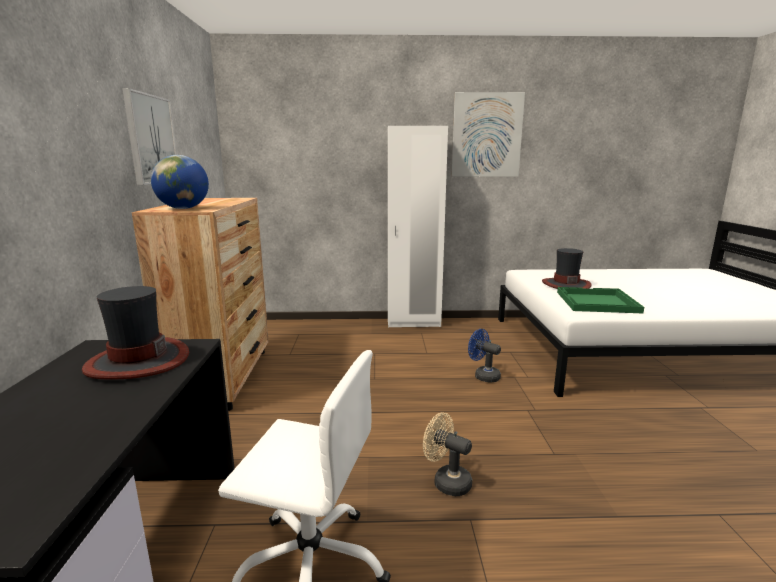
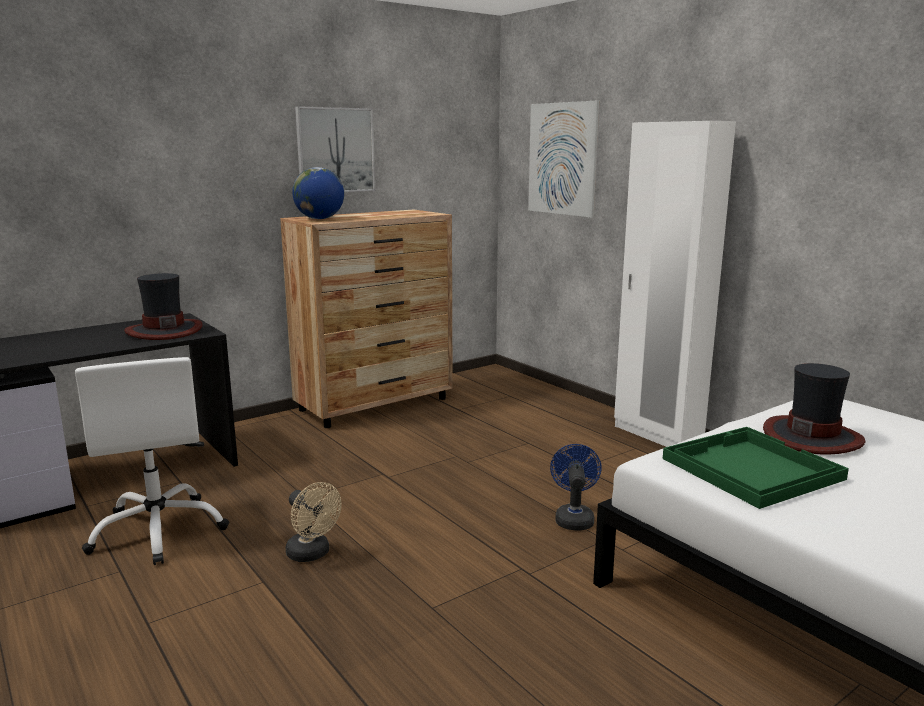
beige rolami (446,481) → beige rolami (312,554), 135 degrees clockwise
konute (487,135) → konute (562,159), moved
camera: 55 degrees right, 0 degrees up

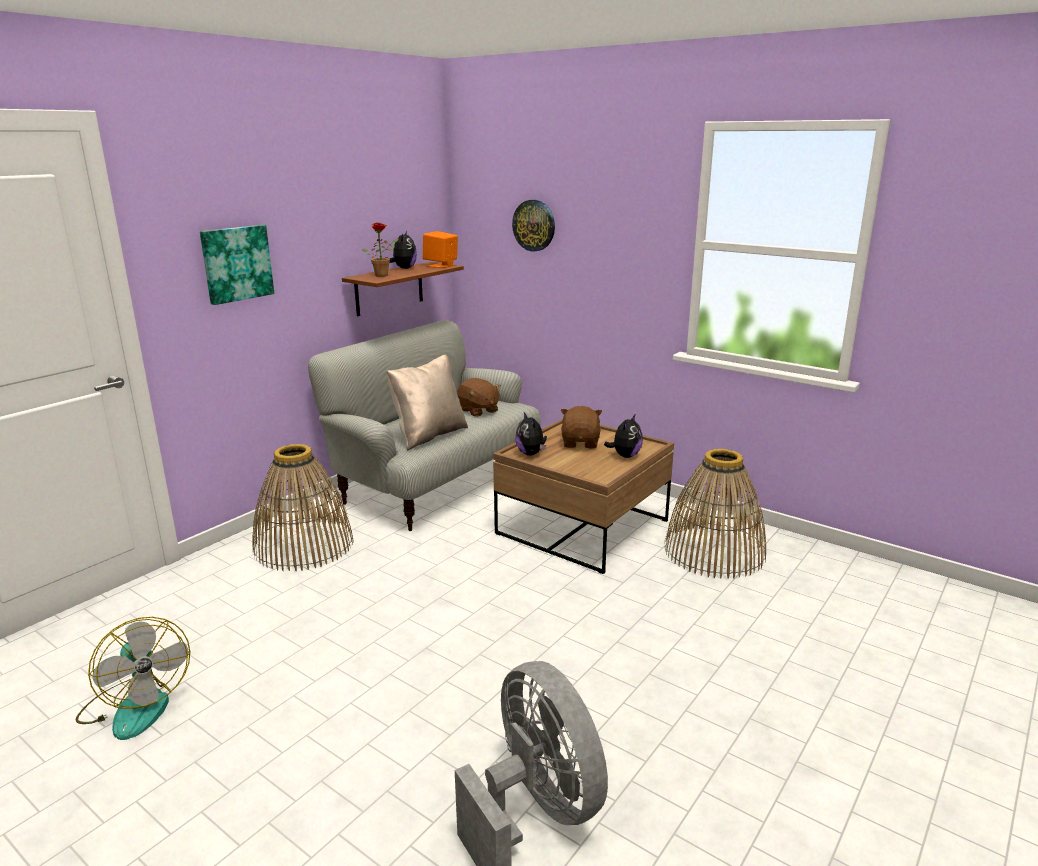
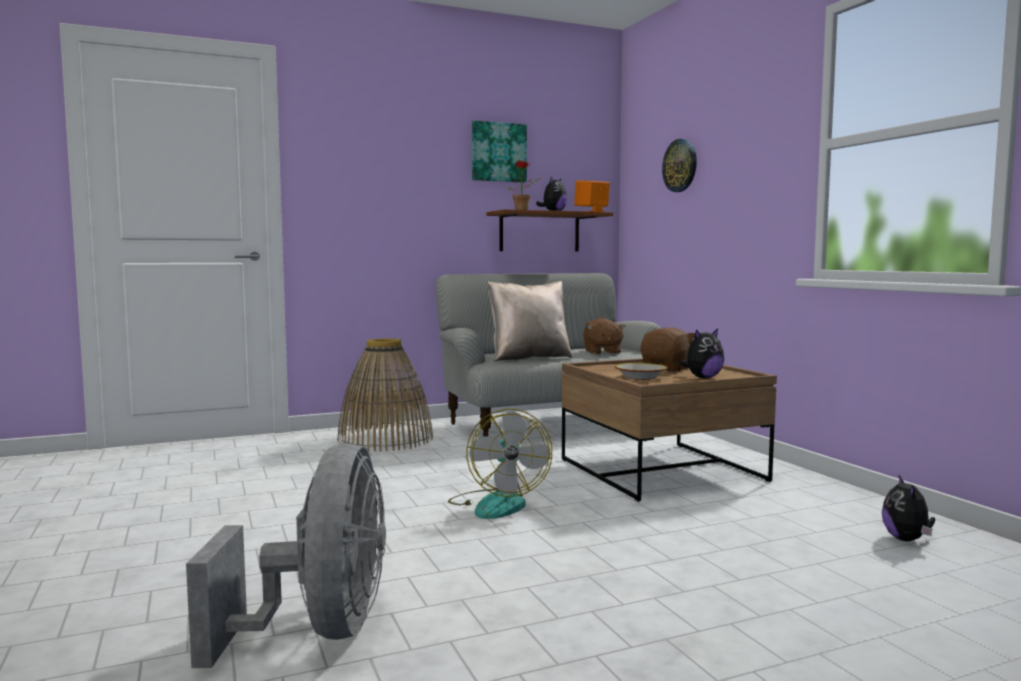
rolami (136,706) → rolami (497,503), moved
konute (236,263) → konute (498,152), moved
- → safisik (640,377)
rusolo (531,454) → rusolo (907,539), moved
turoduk (714,552) → -
camera: 30 degrees right, 15 degrees down

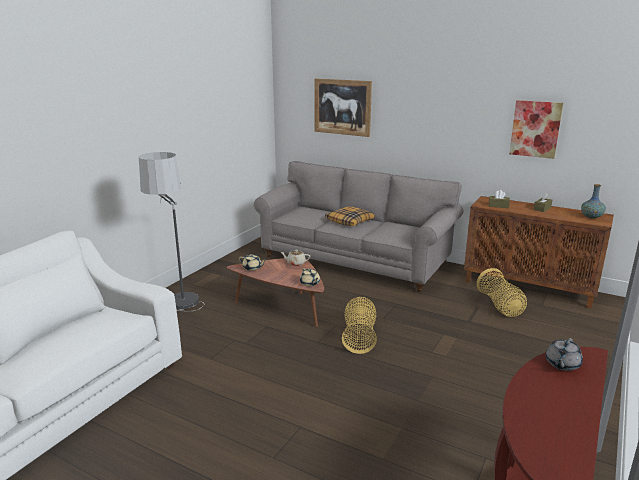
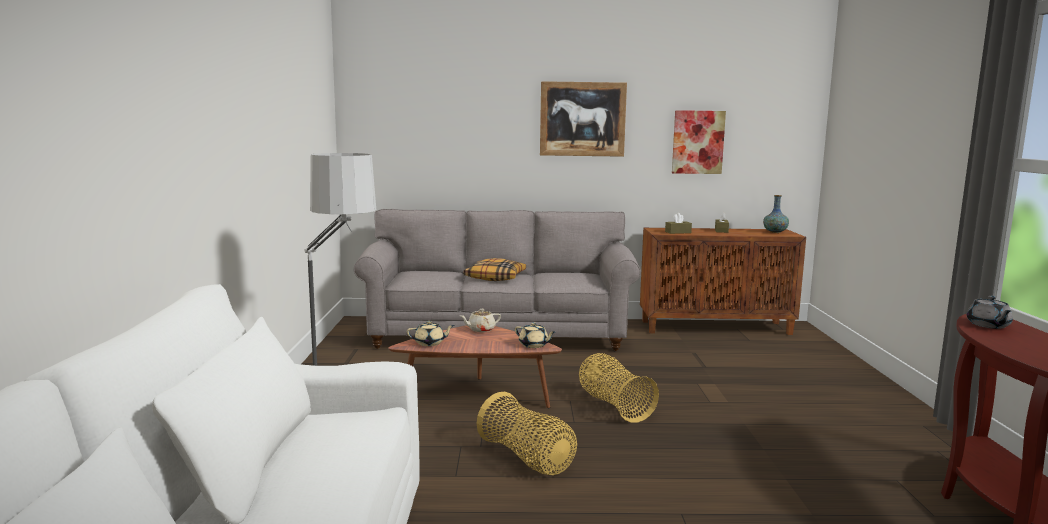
turoduk (500,306) → turoduk (527,459), moved
konute (342,107) → konute (582,119), moved
camera: 30 degrees left, 10 degrees down

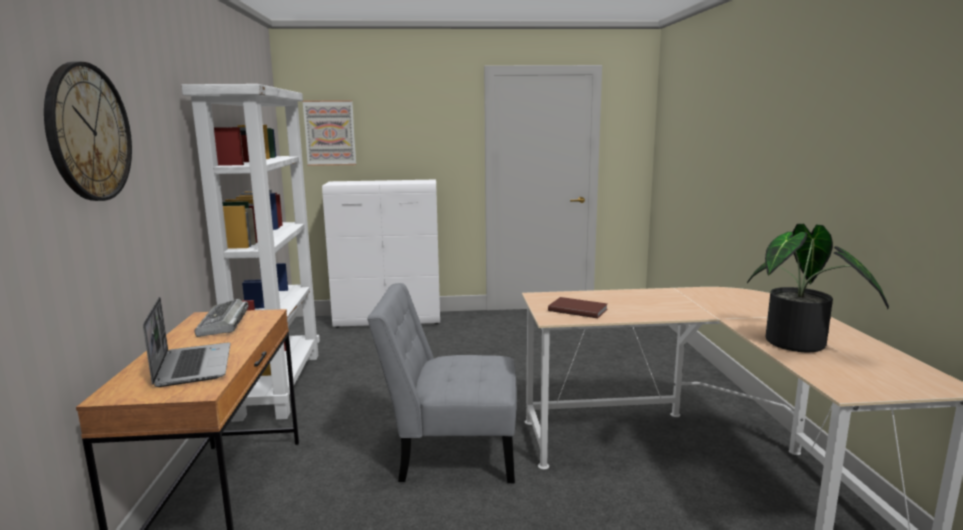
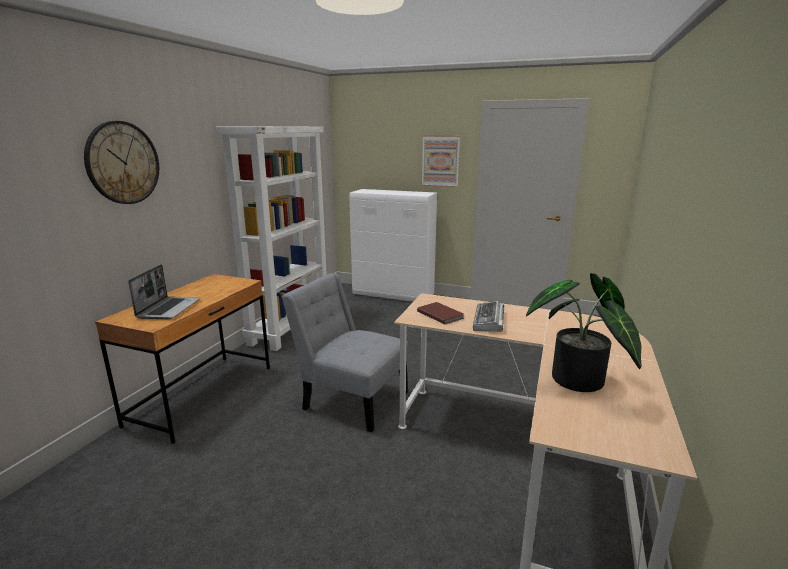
konute (330,133) → konute (440,161), moved
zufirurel (223,324) → zufirurel (489,321), moved
camera: 25 degrees right, 5 degrees up

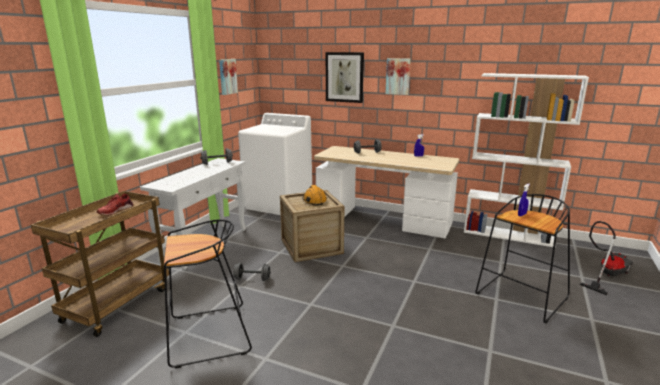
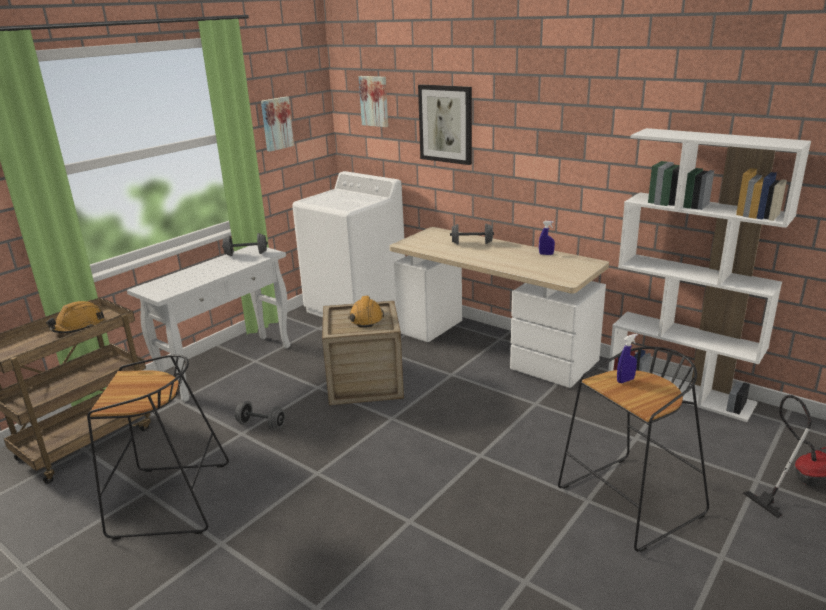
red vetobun (115,210) → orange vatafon (78,326)
konute (398,76) → konute (375,101), moved
camera: 15 degrees right, 5 degrees up

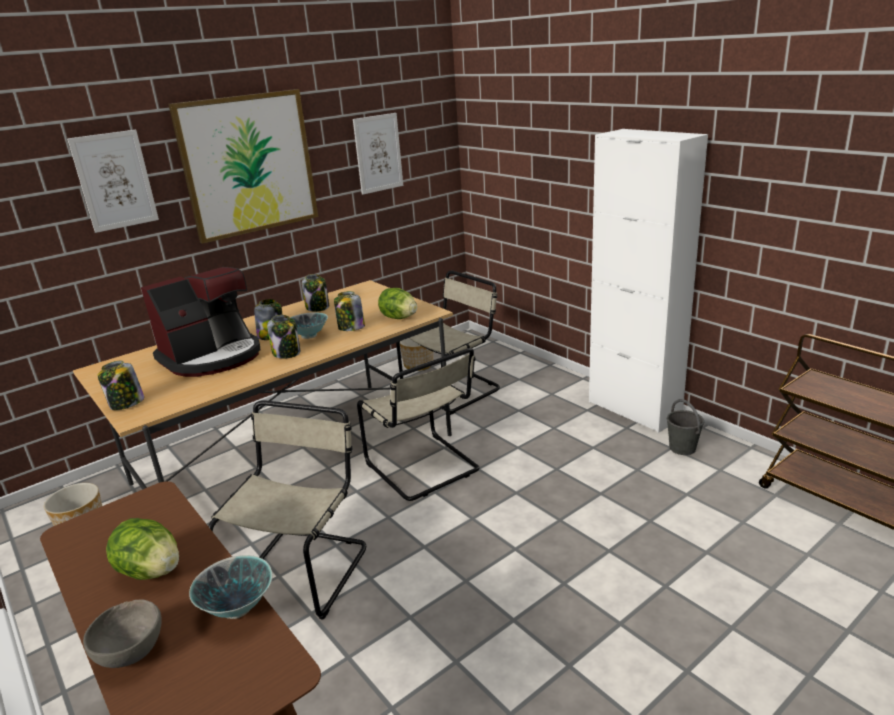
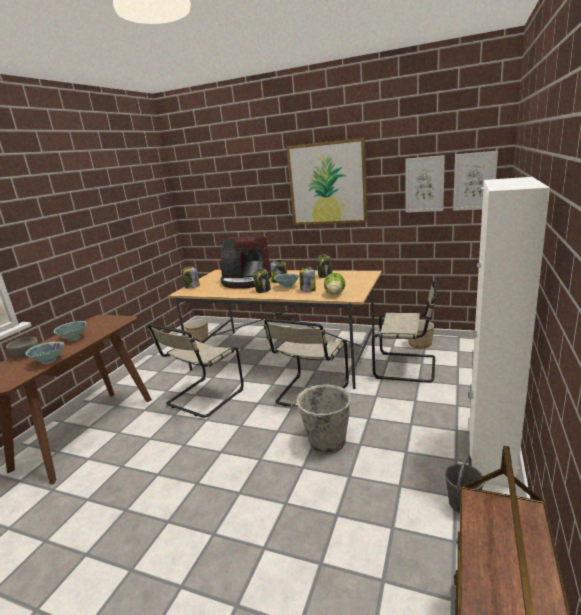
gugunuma (151,571) → safisik (74,339)
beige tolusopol (303,568) → beige tolusopol (203,398), 135 degrees clockwise
- → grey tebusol (325,442)
konute (115,181) → konute (474,181), moved
camera: 60 degrees right, 5 degrees down

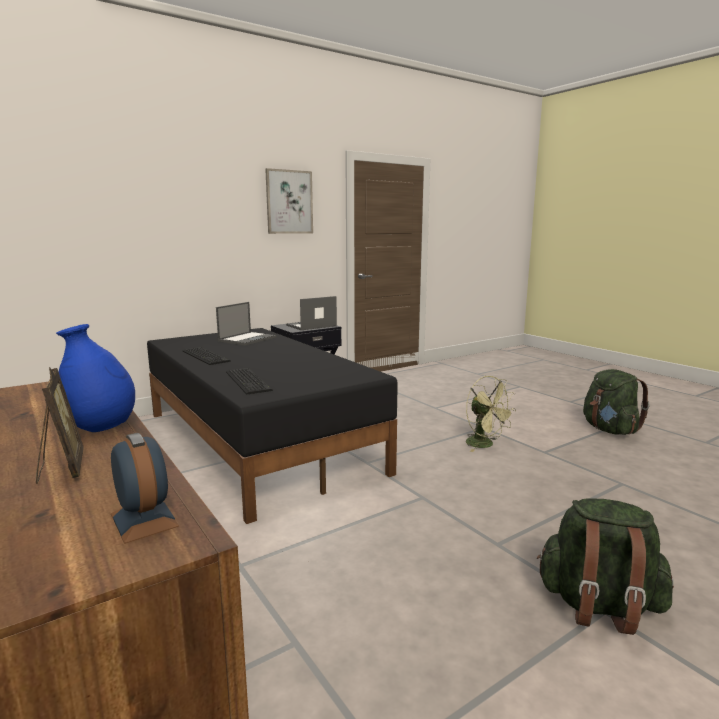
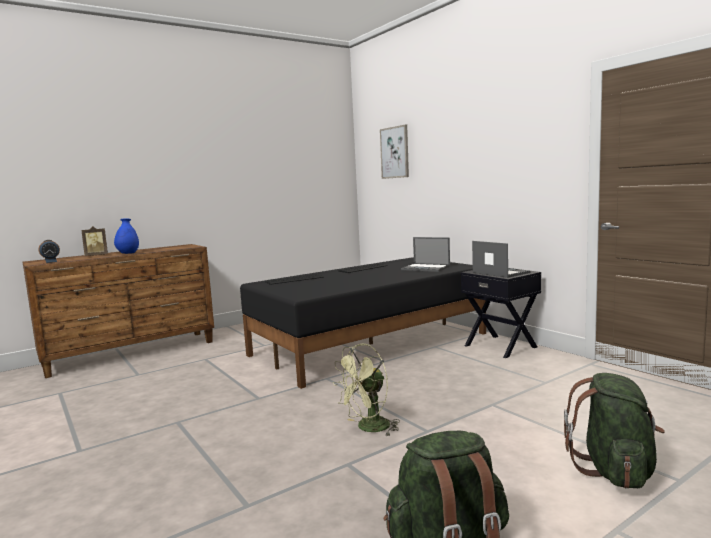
konute (289,202) → konute (395,152), moved
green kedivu (599,606) → green kedivu (614,470), moved
camera: 90 degrees right, 5 degrees down

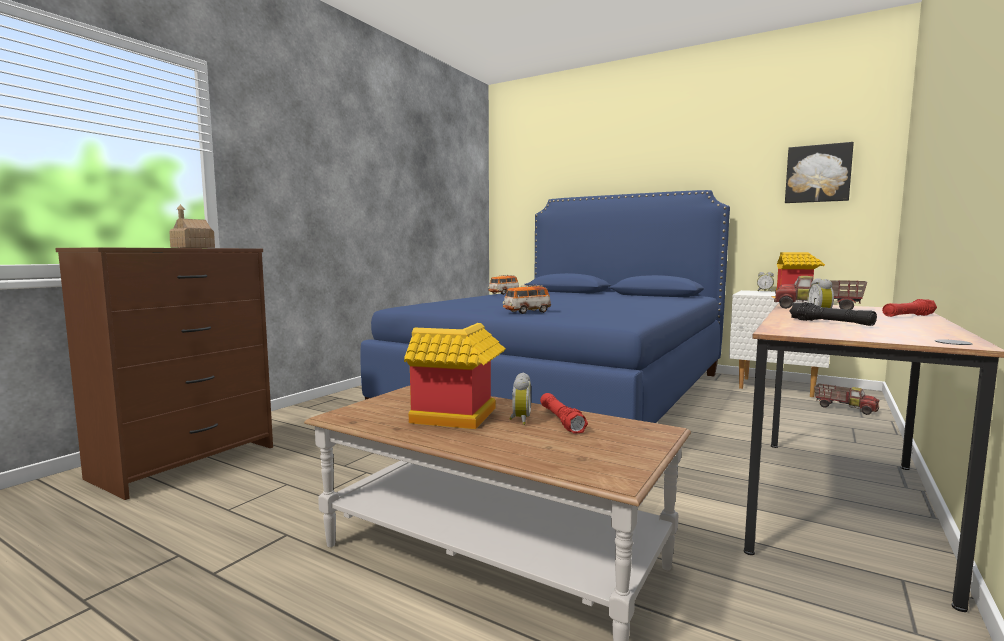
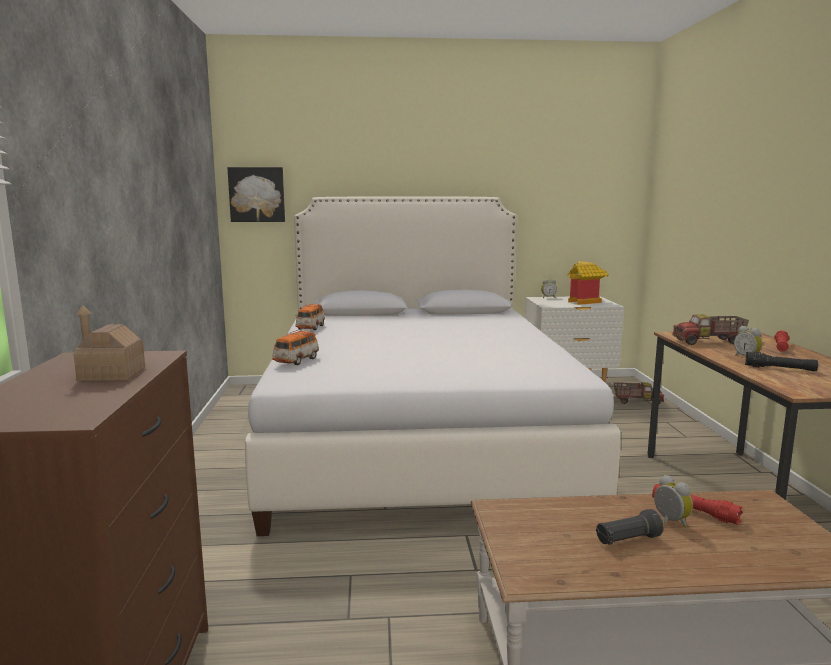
konute (818,174) → konute (257,194), moved
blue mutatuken (567,392) → white mutatuken (416,436)
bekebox (526,312) → bekebox (296,361), moved
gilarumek (456,419) → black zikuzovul (627,540)
camera: 35 degrees left, 5 degrees up

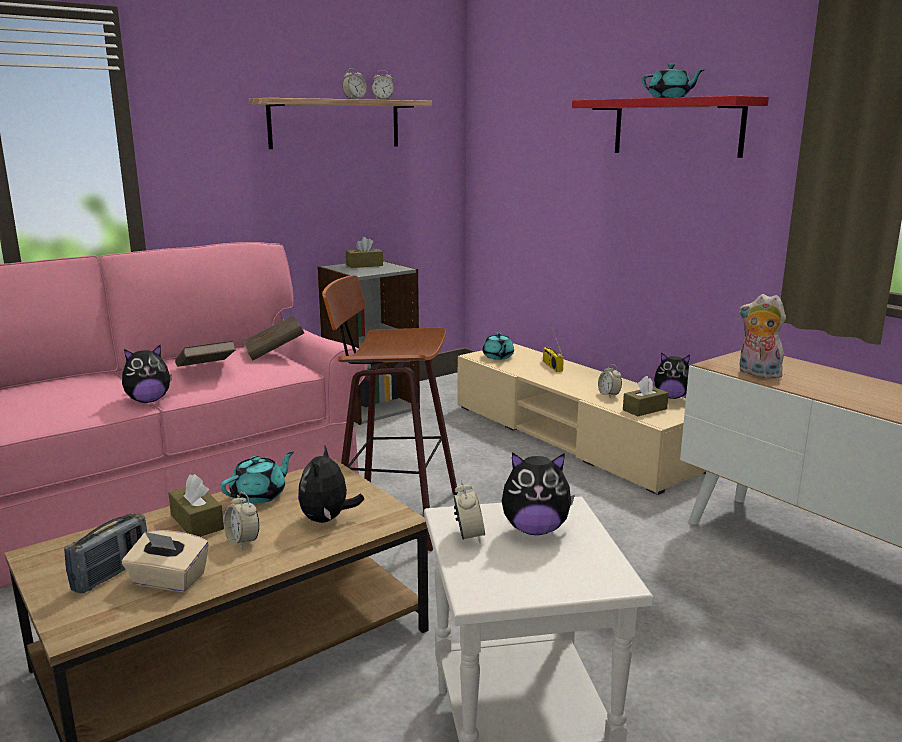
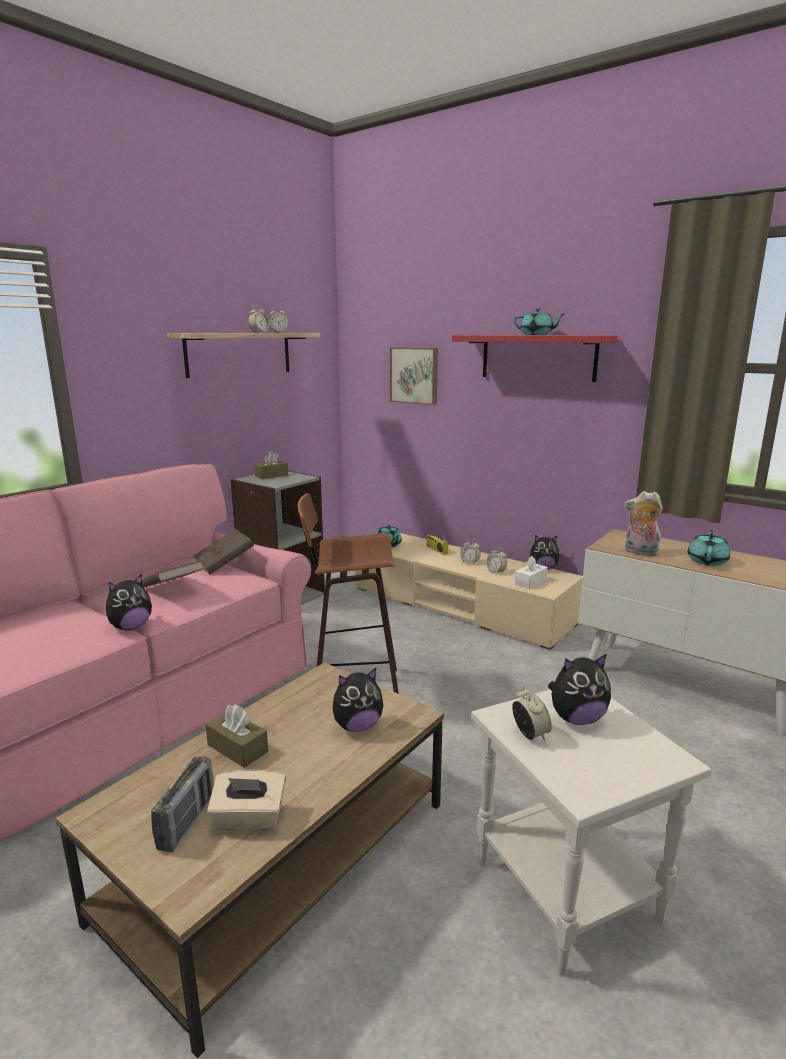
rusolo (327,519) → rusolo (357,726), 105 degrees counterclockwise
- → konute (415,375)
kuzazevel (243,541) → kuzazevel (470,562), moved
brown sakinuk (644,409) → white sakinuk (530,582)
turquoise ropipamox (260,495) → turquoise ropipamox (707,561), moved
camera: 15 degrees left, 0 degrees up

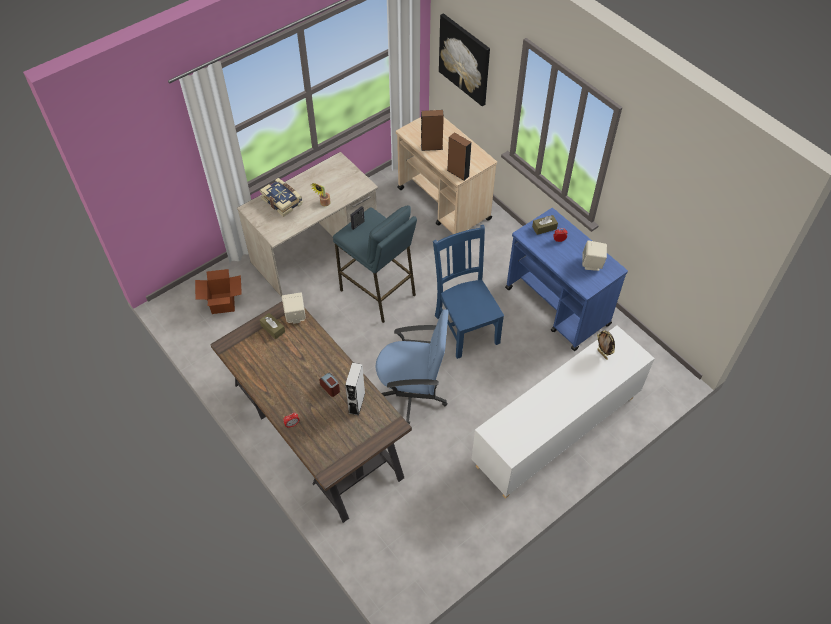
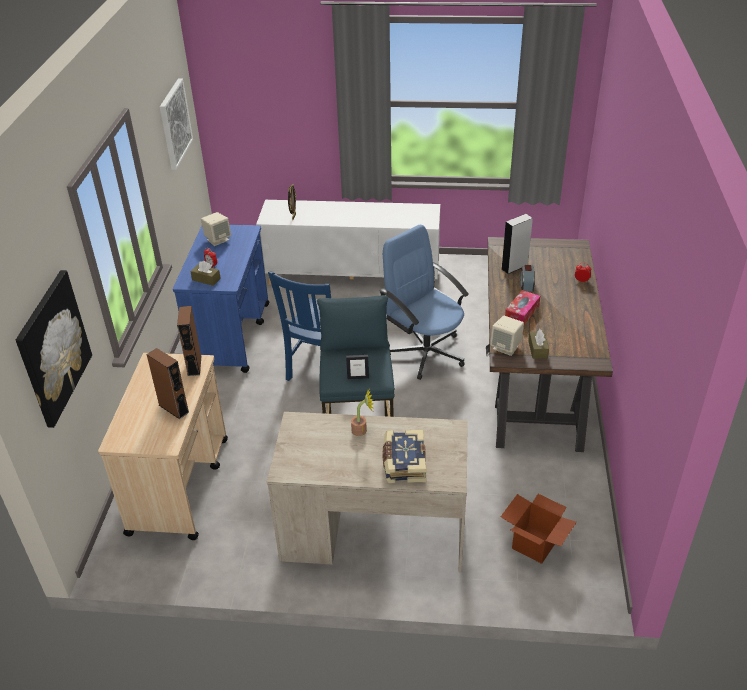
- → konute (174,123)
- → sakinuk (522,313)
camera: 135 degrees left, 15 degrees down

